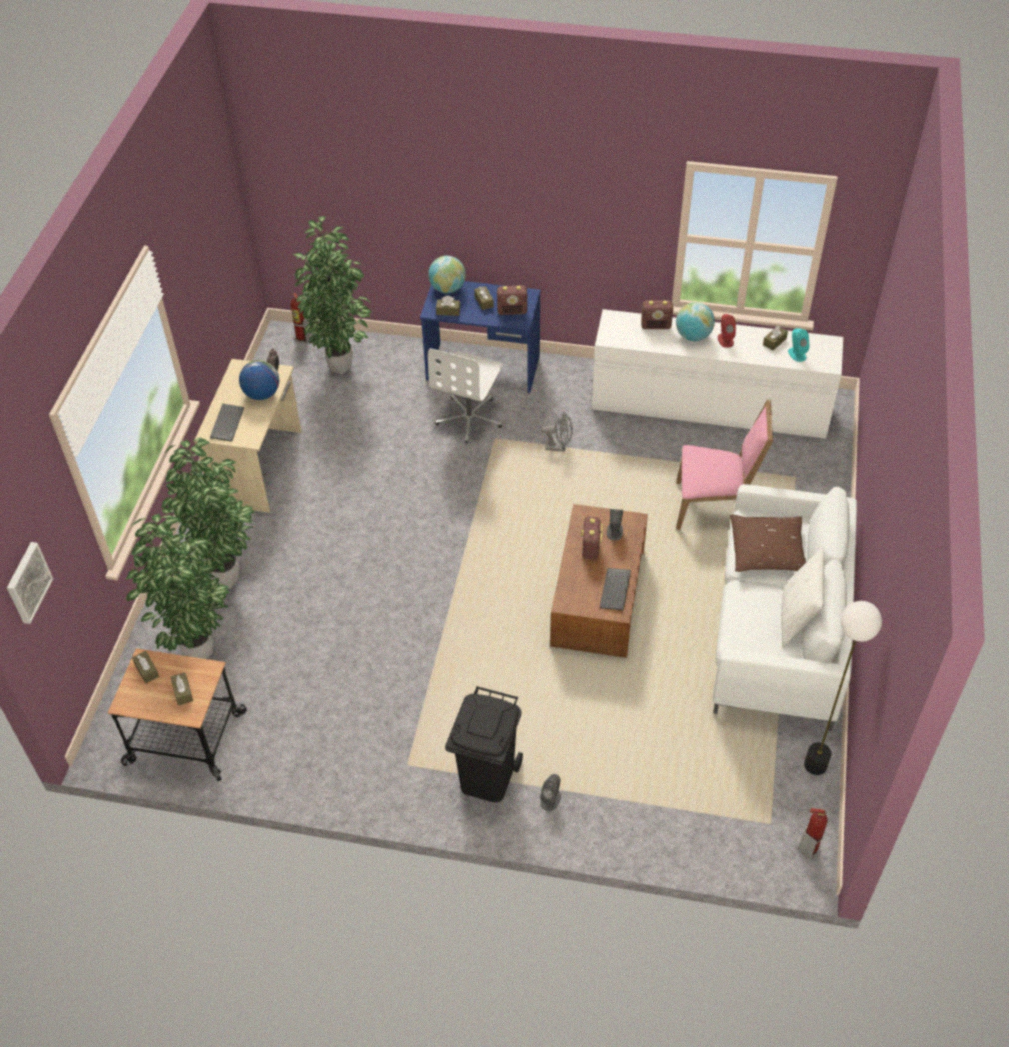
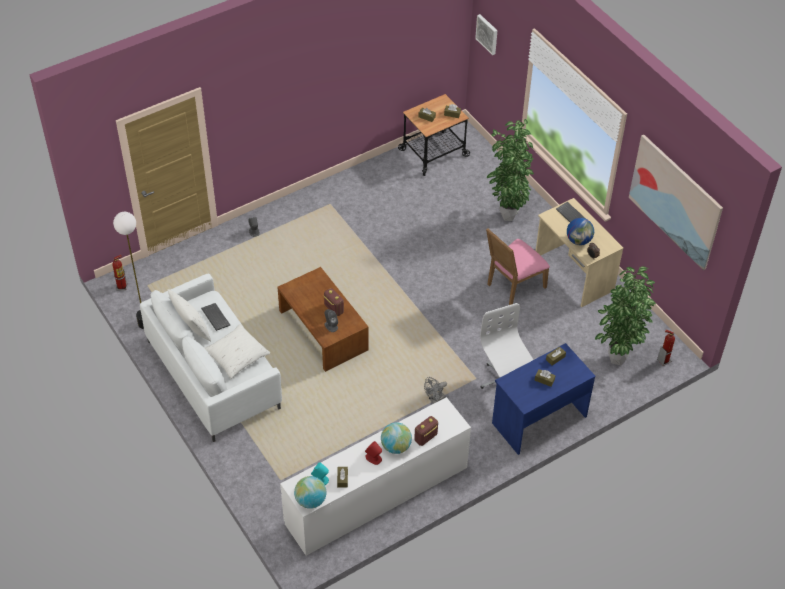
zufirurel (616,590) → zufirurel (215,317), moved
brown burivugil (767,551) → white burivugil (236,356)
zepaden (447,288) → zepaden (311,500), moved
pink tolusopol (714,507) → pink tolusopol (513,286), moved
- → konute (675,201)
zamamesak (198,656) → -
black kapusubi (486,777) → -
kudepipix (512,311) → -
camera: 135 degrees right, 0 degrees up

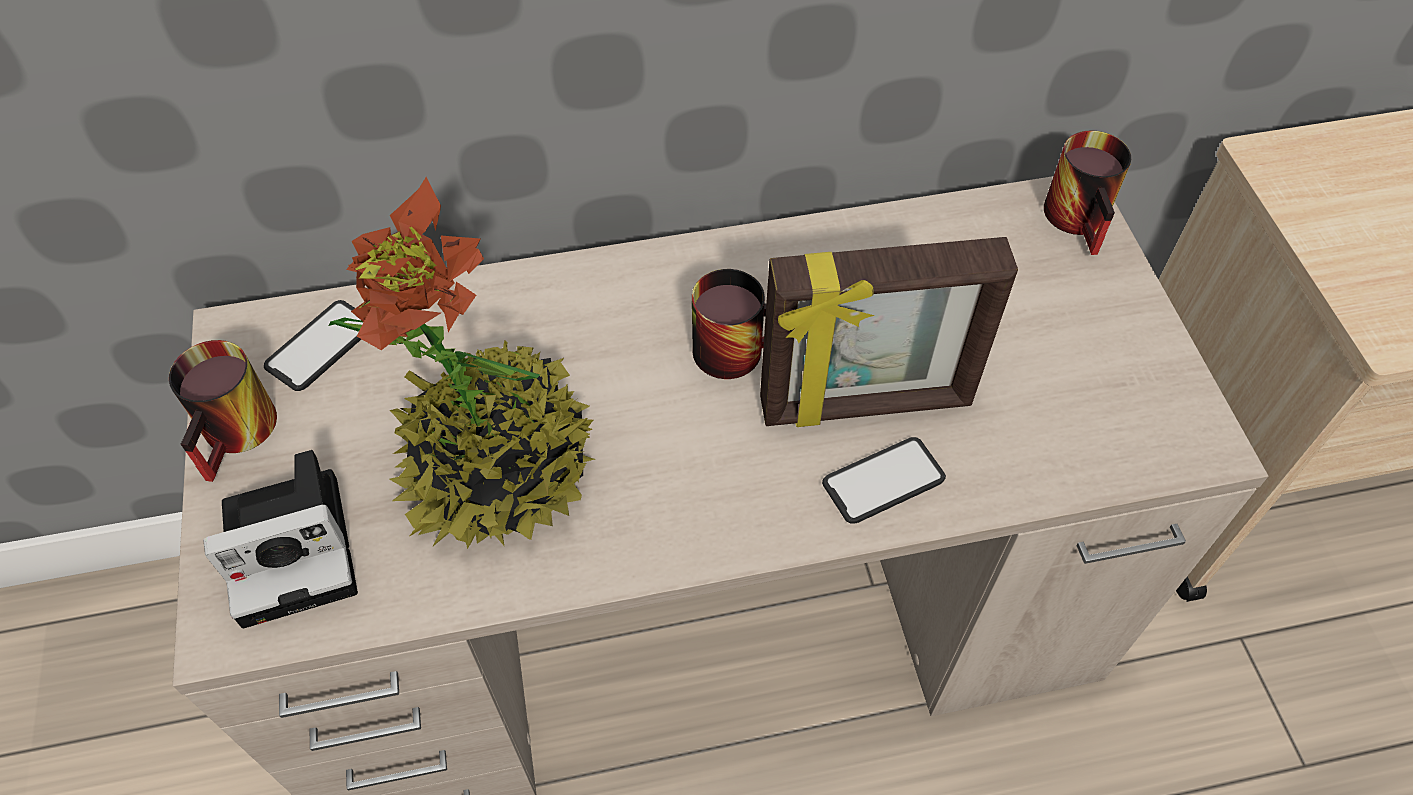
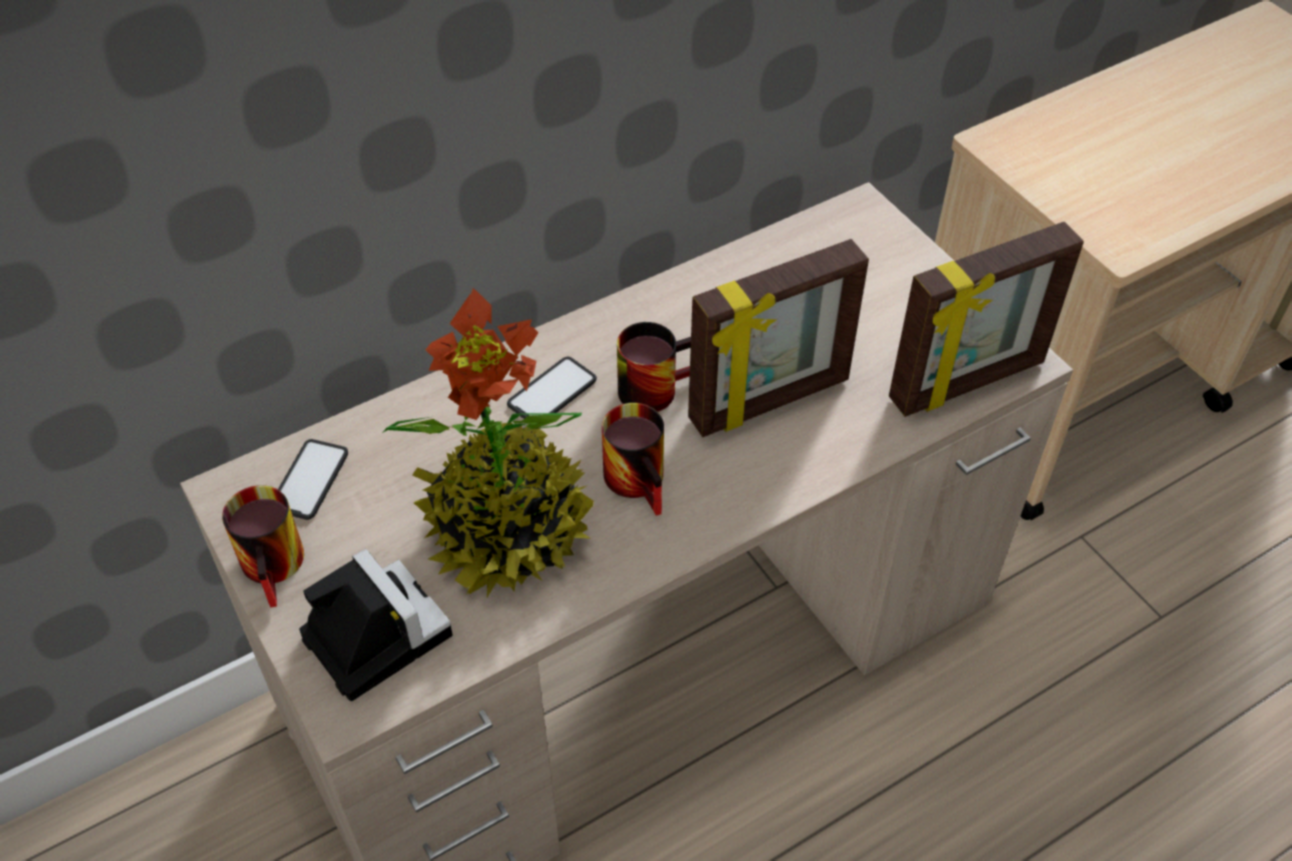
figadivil (297,546) → figadivil (372,633), 90 degrees counterclockwise
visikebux (883,481) → visikebux (552,392), moved
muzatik (1084,220) → muzatik (643,480), moved
- → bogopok (968,383)
camera: 20 degrees left, 5 degrees down

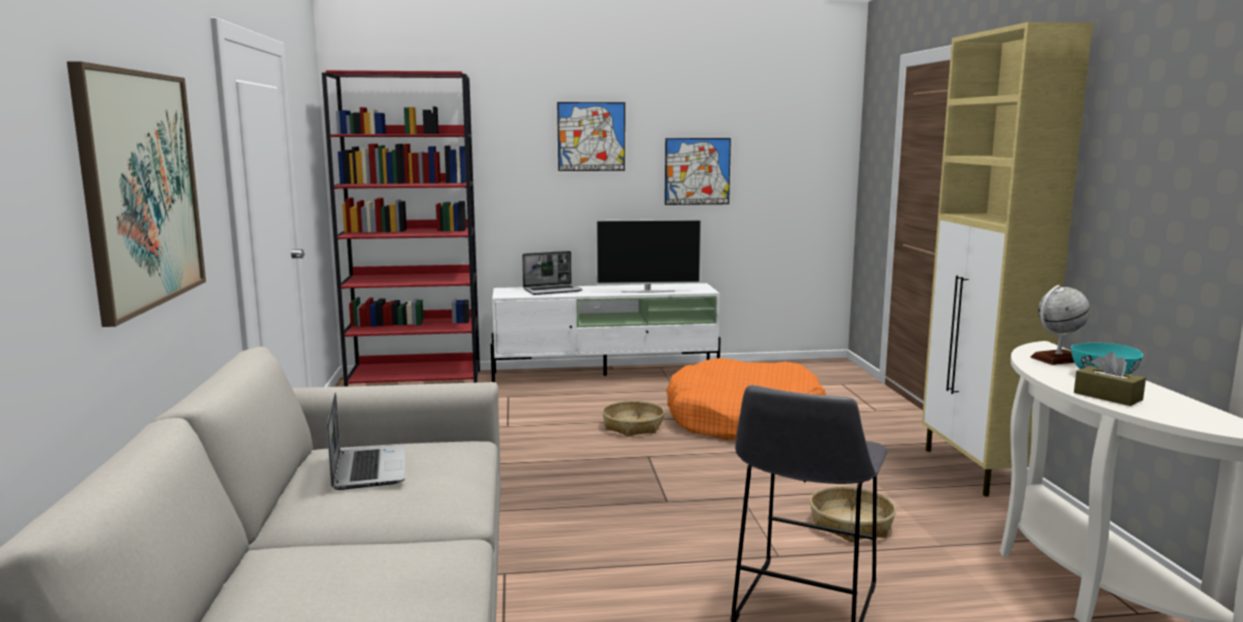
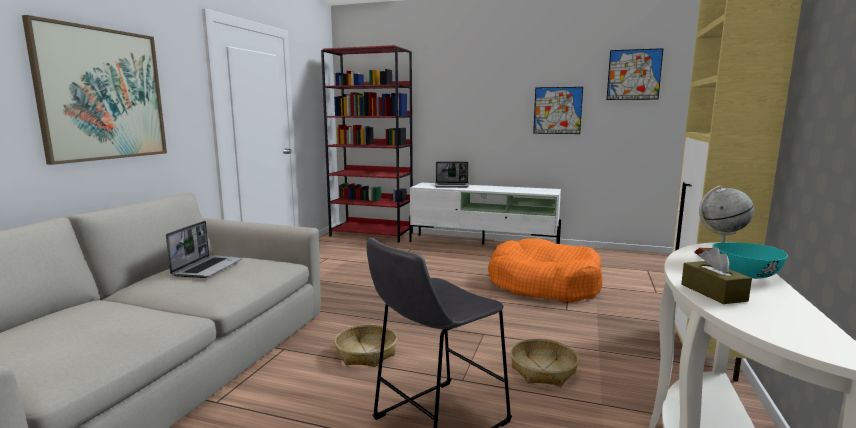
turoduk (633,426) → turoduk (366,353), moved
konute (591,136) → konute (634,74), moved
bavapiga (647,291) → -
camera: 25 degrees right, 0 degrees up

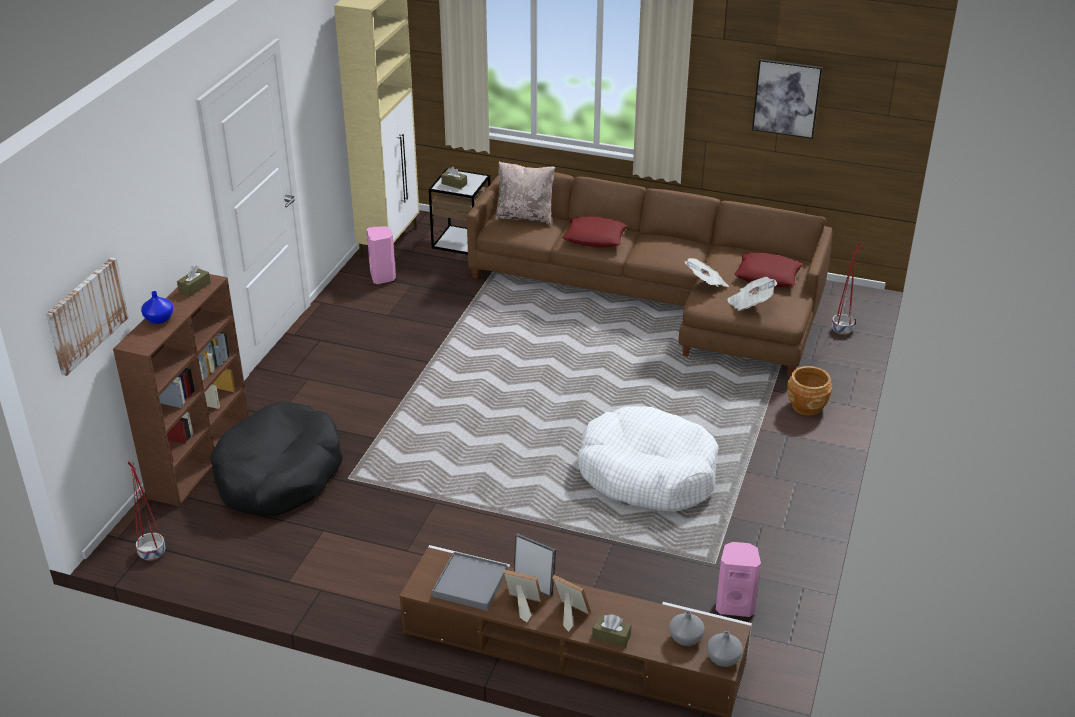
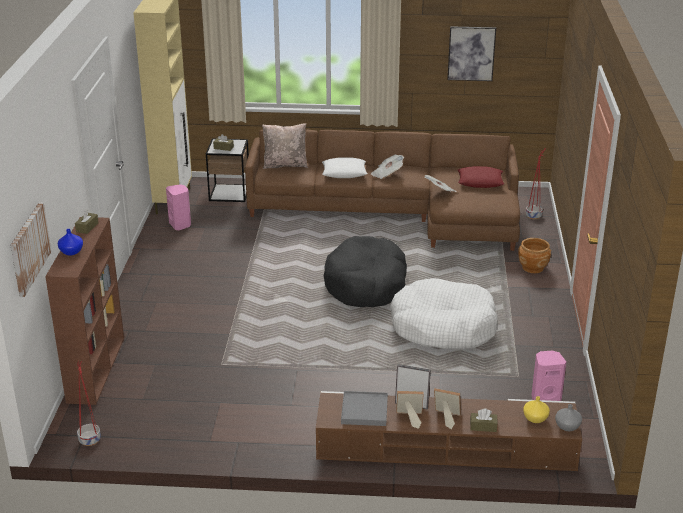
red burivugil (594,237) → white burivugil (344,172)
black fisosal (278,474) → black fisosal (366,284), moved
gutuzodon (750,304) → gutuzodon (387,174), moved
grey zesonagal (685,637) → yellow zesonagal (535,418)
camera: 15 degrees left, 5 degrees down

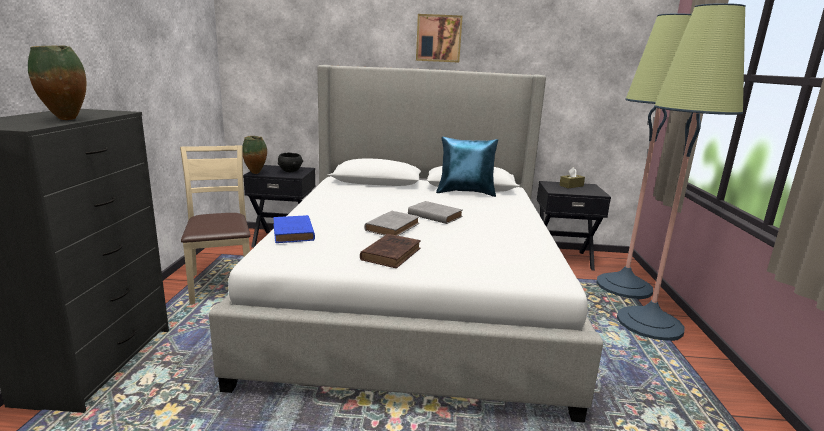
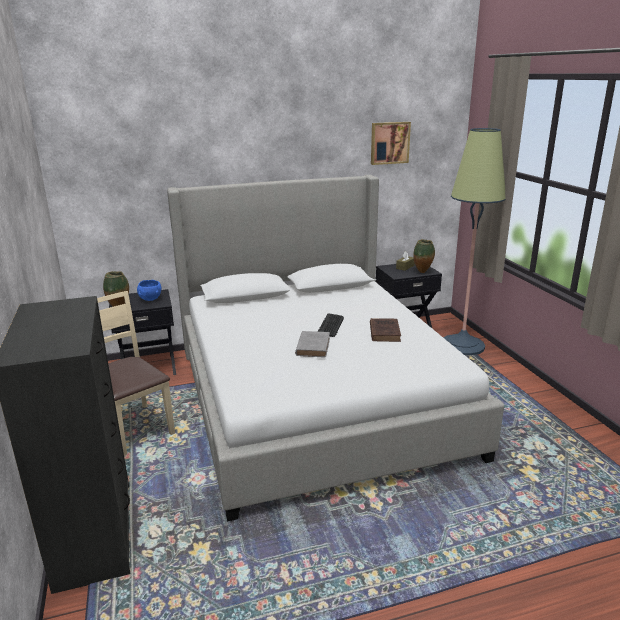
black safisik (290,171) → blue safisik (150,299)
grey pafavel (433,215) → zufirurel (331,326)
brown pafavel (392,253) → brown pafavel (384,332), moved
konute (438,38) → konute (389,143), moved
zesonagal (66,120) → zesonagal (423,272), moved
blue pafavel (293,233) → -
blue burivugil (466,192) → -
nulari (649,324) → -
camera: 20 degrees left, 5 degrees up

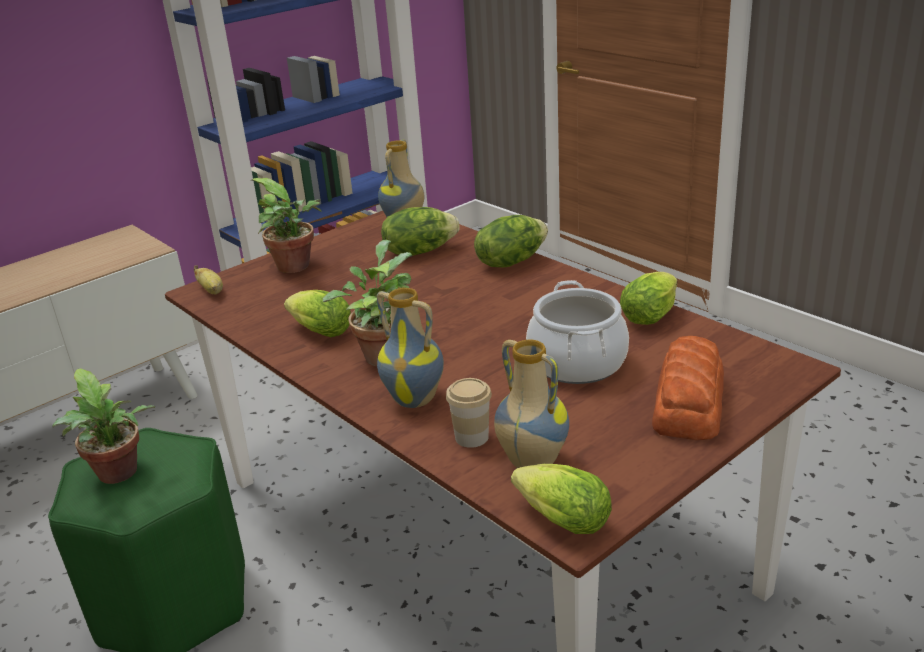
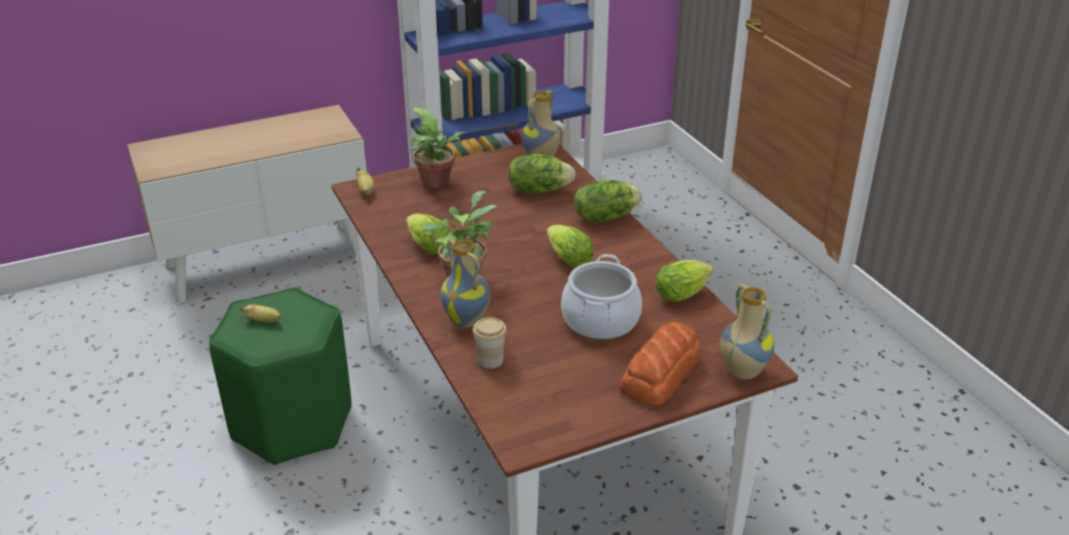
zamamesak (119,475) → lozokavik (264,321)
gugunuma (558,519) → gugunuma (566,258), moved
zesonagal (531,462) → zesonagal (741,372), moved
camera: 15 degrees right, 5 degrees up

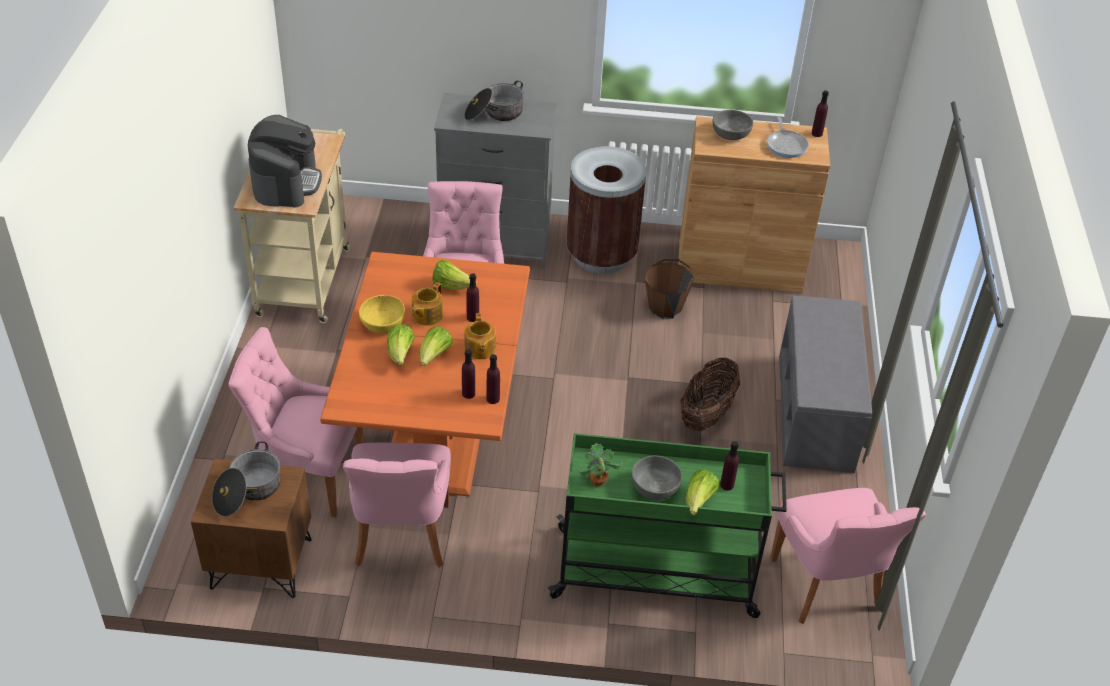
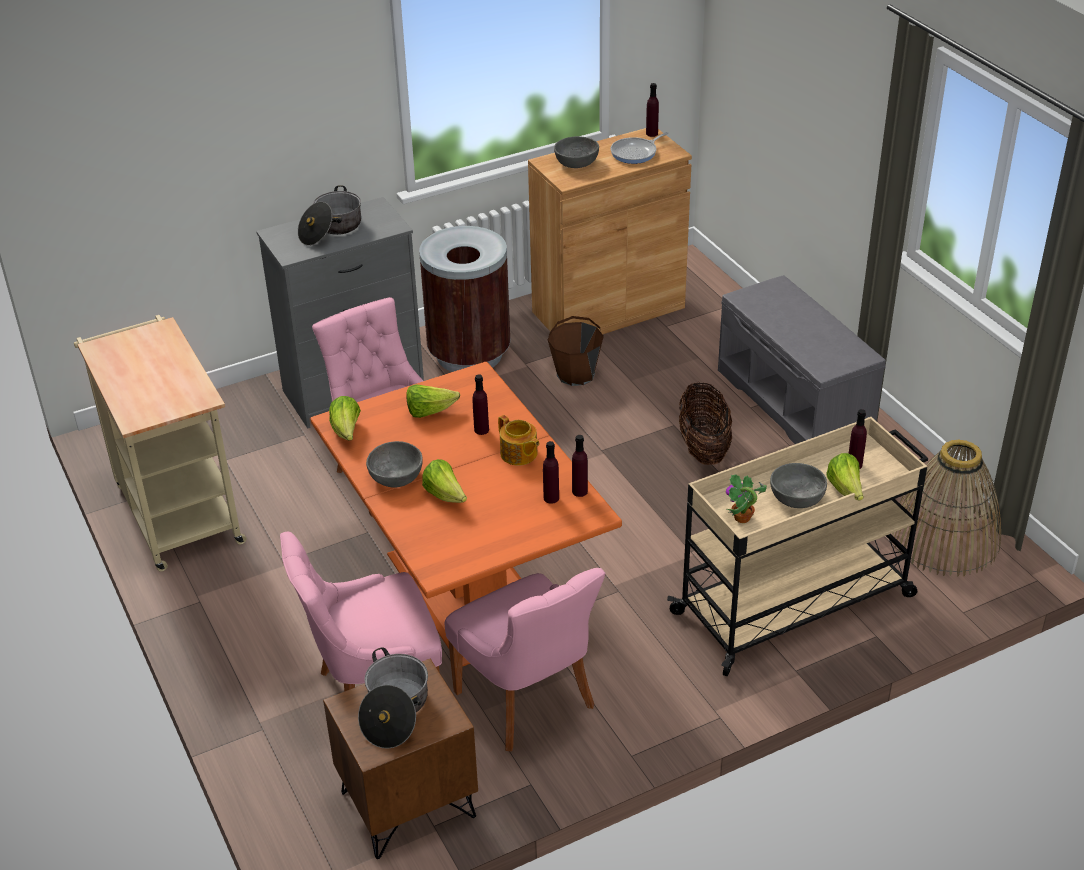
gugunuma (434,356) → gugunuma (346,431), moved
yellow safisik (382,323) → grey safisik (396,476)
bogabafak (786,145) → bogabafak (636,153), 90 degrees clockwise
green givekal (658,573) → beige givekal (796,604)
pink tolusopol (828,587) → turoduk (944,539)
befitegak (286,182) → -
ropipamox (426,315) → -
camera: 30 degrees left, 5 degrees down

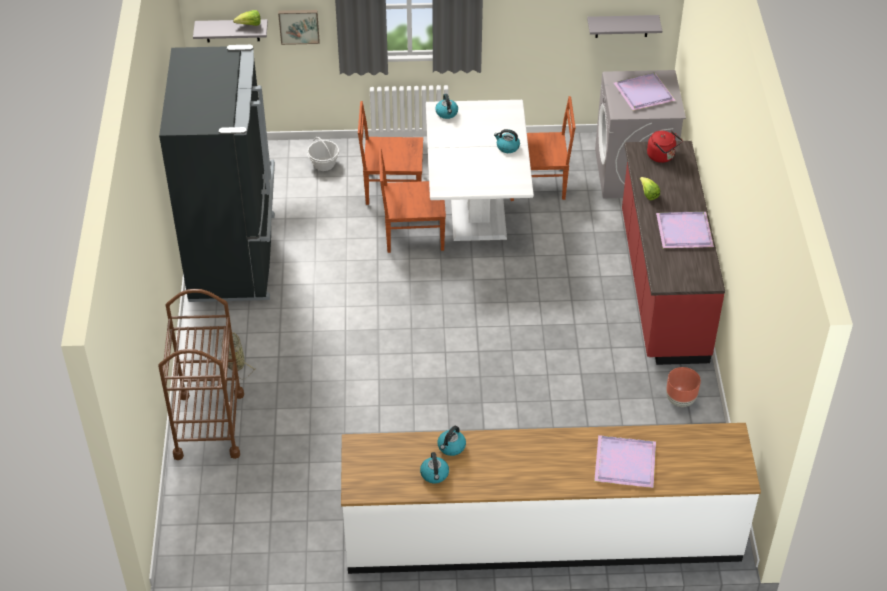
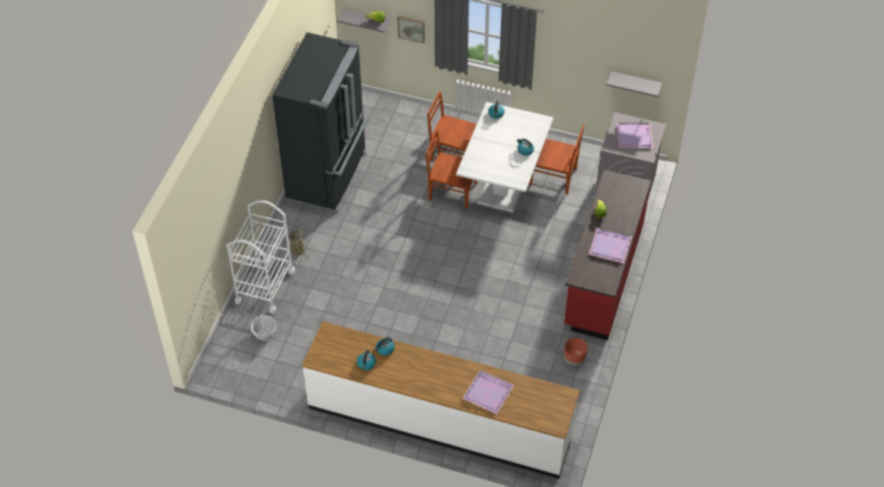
brown givekal (209,425) → white givekal (265,286)
turoduk (324,164) → turoduk (264,334), moved
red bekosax (662,156) → -
camera: 20 degrees right, 5 degrees up

